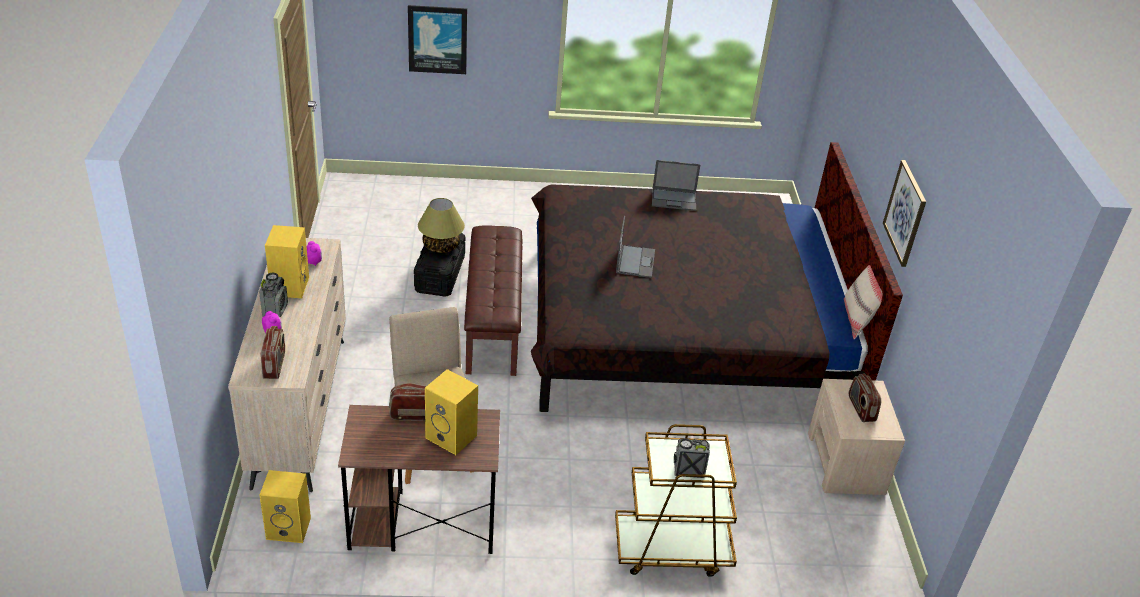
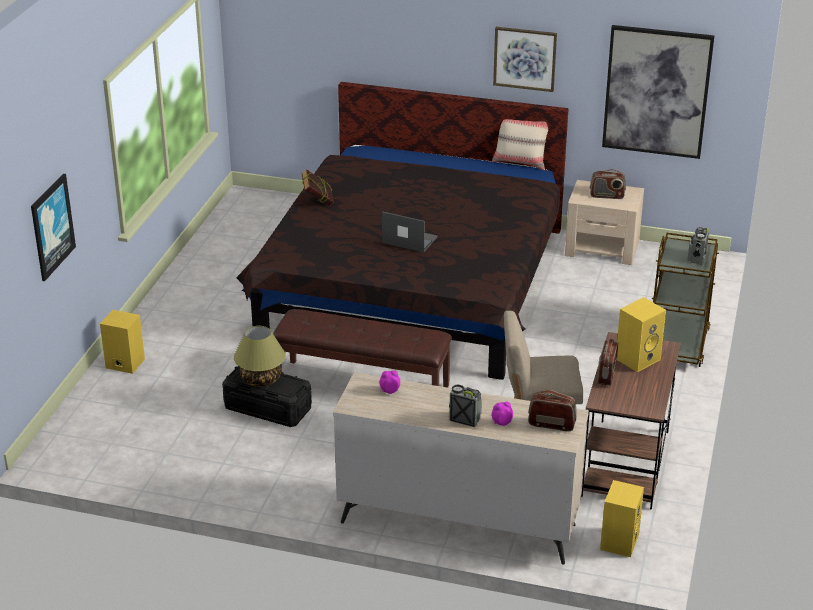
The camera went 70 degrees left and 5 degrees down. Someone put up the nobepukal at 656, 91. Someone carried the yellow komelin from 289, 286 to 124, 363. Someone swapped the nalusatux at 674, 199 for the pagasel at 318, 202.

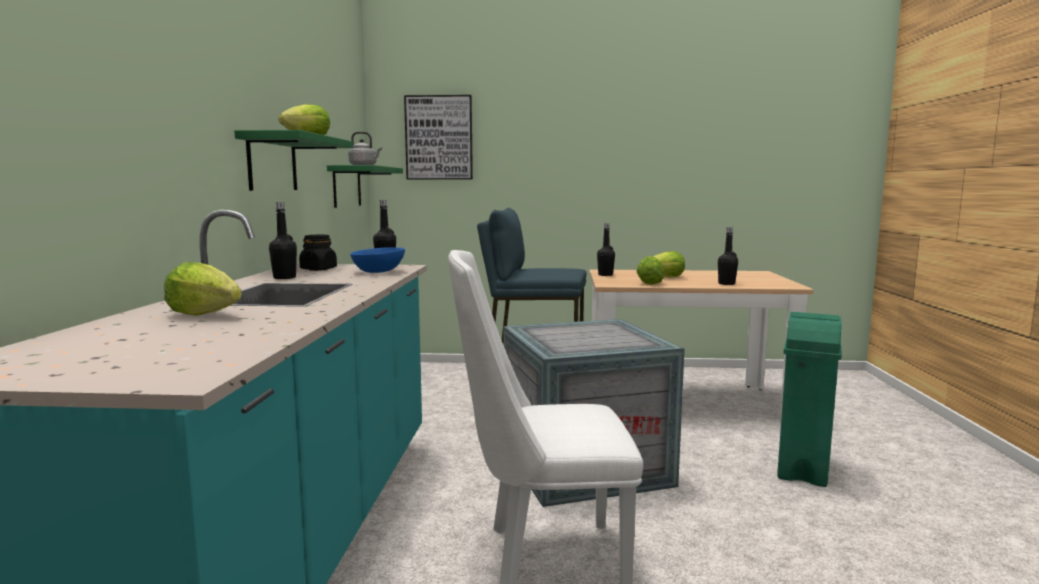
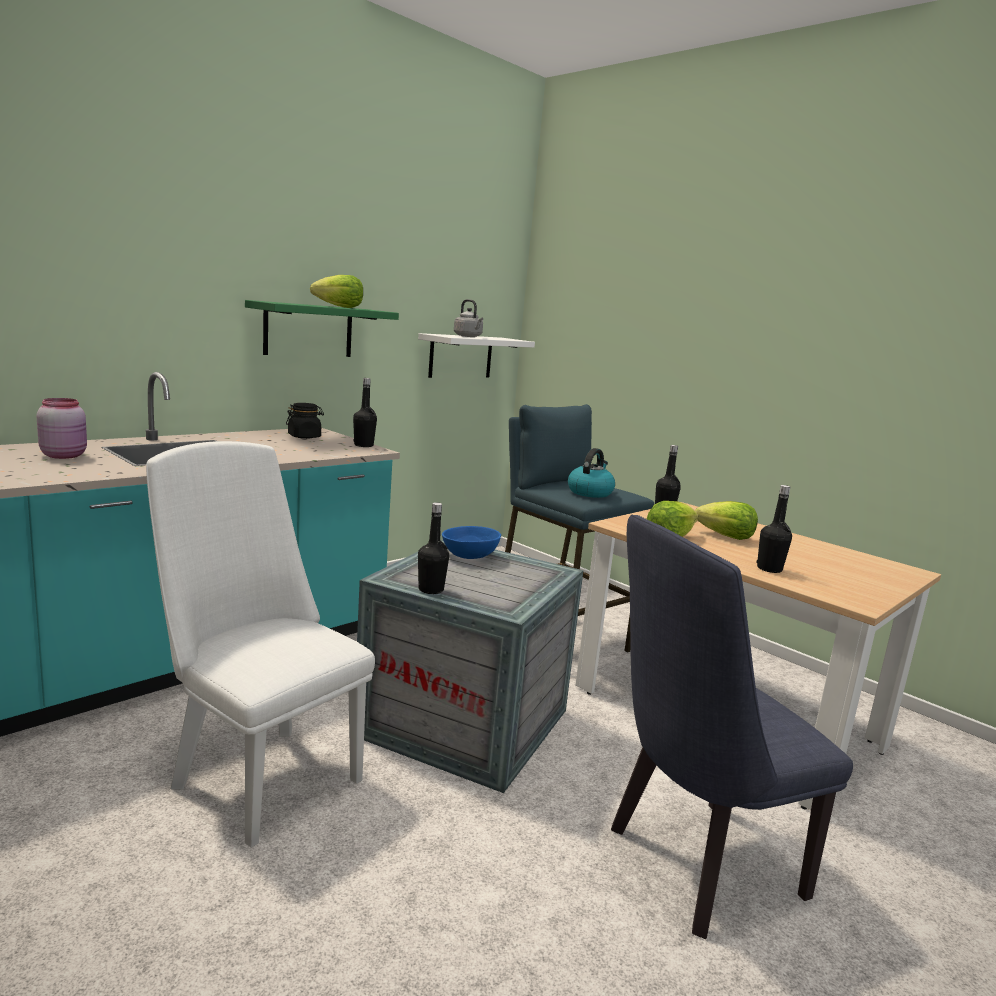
The camera went 40 degrees right and 5 degrees up. Someone took away the nobepukal at 439, 138. Someone put down the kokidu at 590, 492. Someone carried the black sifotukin from 284, 278 to 431, 589. Someone carried the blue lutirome from 379, 272 to 471, 556. Someone swapped the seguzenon at 204, 314 for the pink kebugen at 65, 455. Someone swapped the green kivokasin at 802, 469 for the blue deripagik at 692, 866. Someone repainted the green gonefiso at 347, 186, which became the white gonefiso at 461, 356.

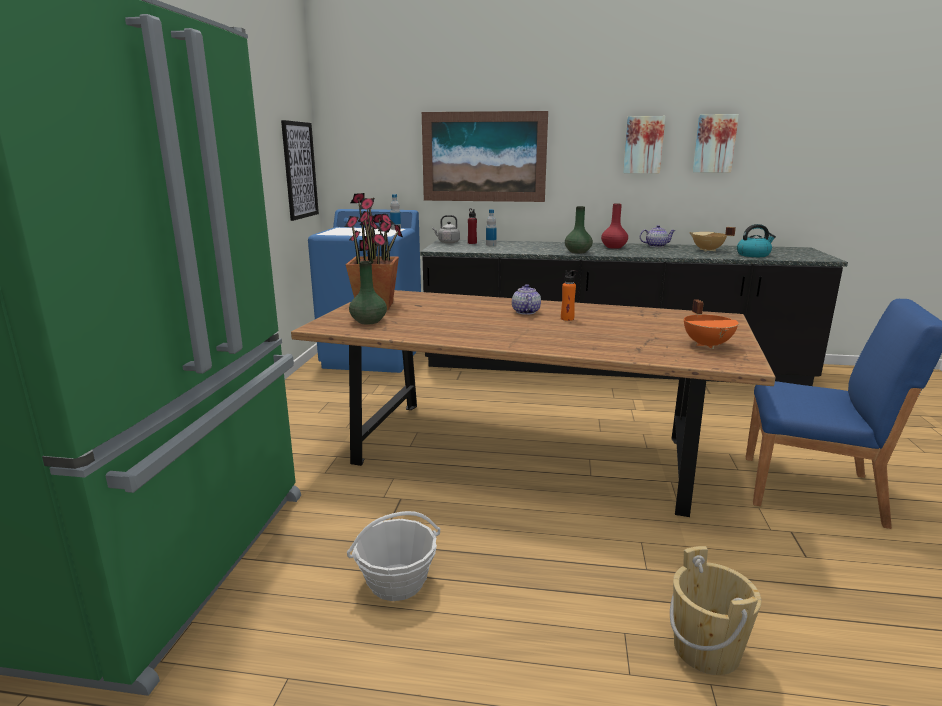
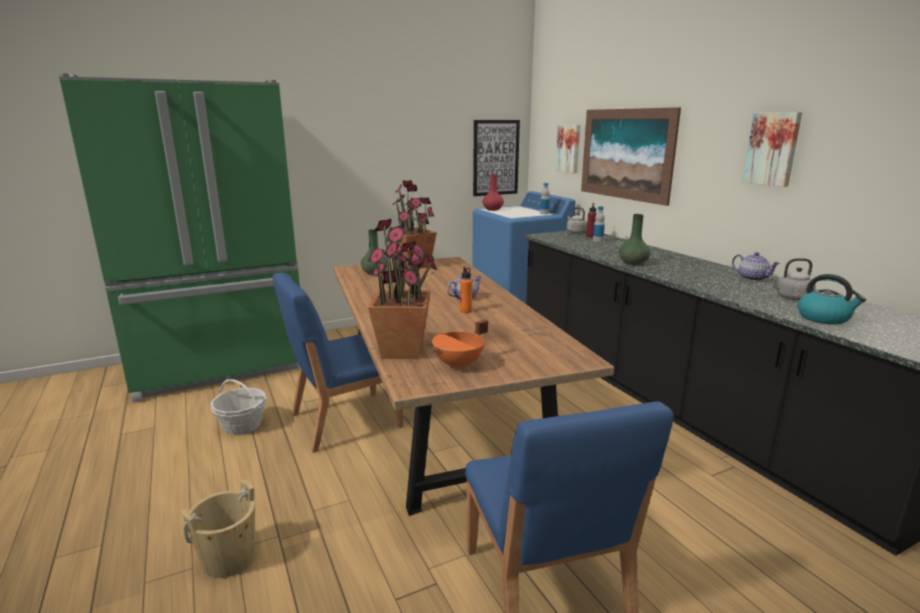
The camera went 55 degrees right and 0 degrees up. Someone put down the blue deripagik at 344, 420. Someone put down the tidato at 403, 351. Someone carried the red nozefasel from 613, 247 to 492, 209. Someone carried the nobepukal from 714, 143 to 569, 148. Someone swapped the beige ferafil at 707, 250 for the grey kokidu at 791, 297.

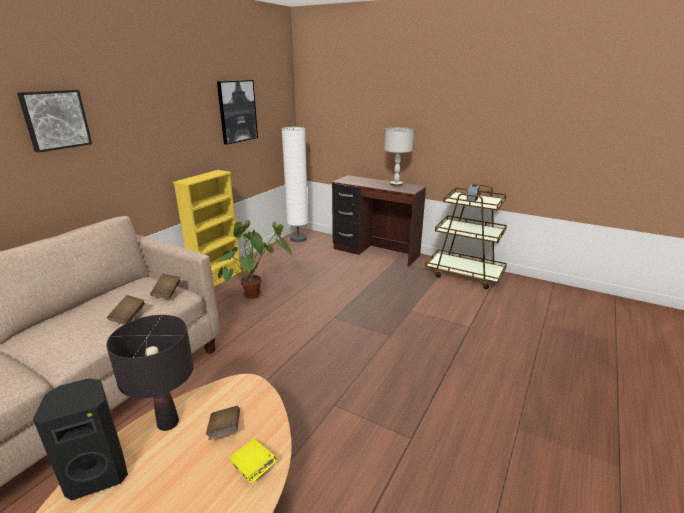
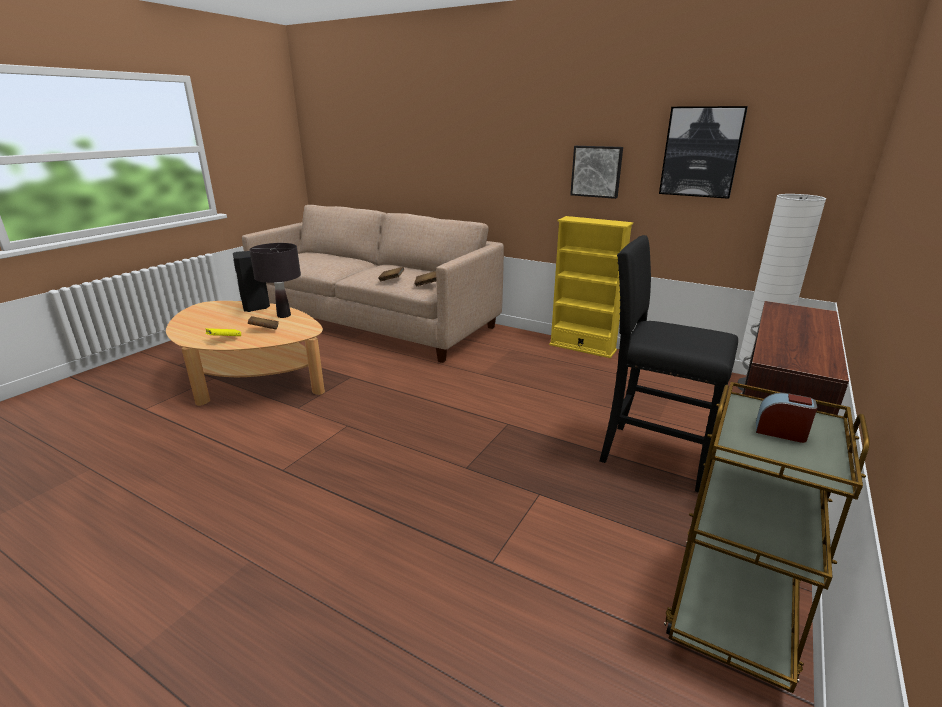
The camera went 90 degrees right and 0 degrees up. Someone took away the tidato at 255, 290. Someone took away the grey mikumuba at 396, 184. Someone put down the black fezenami at 652, 455. Someone carried the nobepukal from 55, 120 to 596, 171.

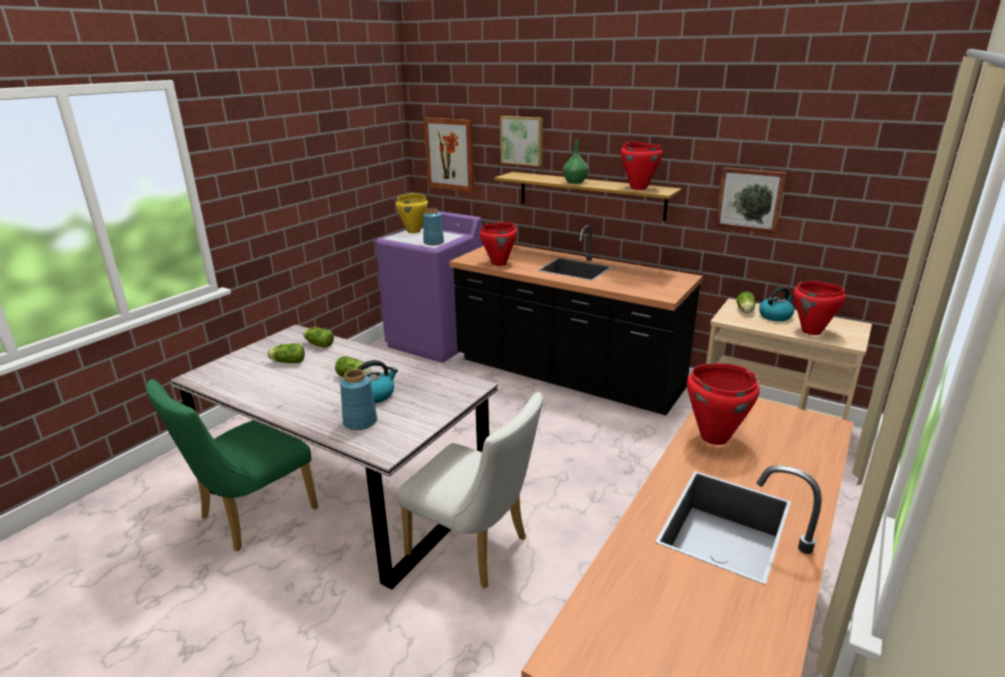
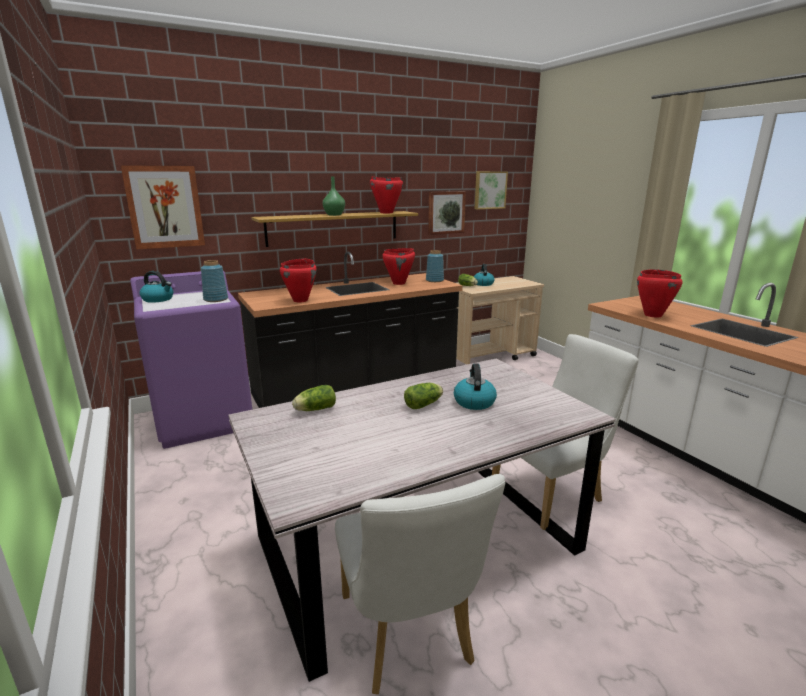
The camera went 60 degrees left and 5 degrees down. Someone took away the seguzenon at 287, 362. Someone carried the blue nozefasel from 360, 422 to 434, 280. Someone carried the nobepukal from 522, 140 to 489, 190. Someone carried the red ferafil from 811, 331 to 399, 283. Someone swapped the yellow ferafil at 414, 231 for the kokidu at 158, 299. Someone repainted the green deripagik at 251, 516, which became the white deripagik at 409, 637.

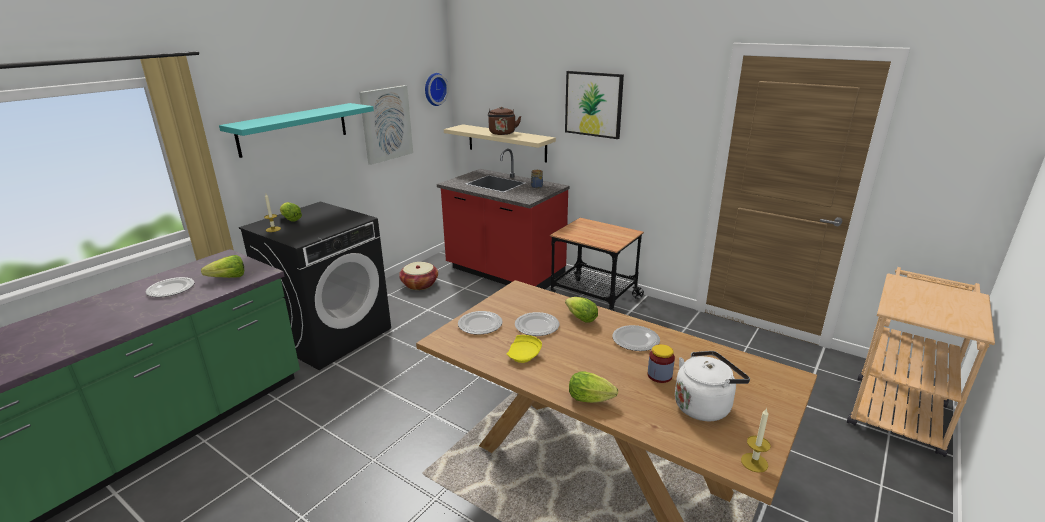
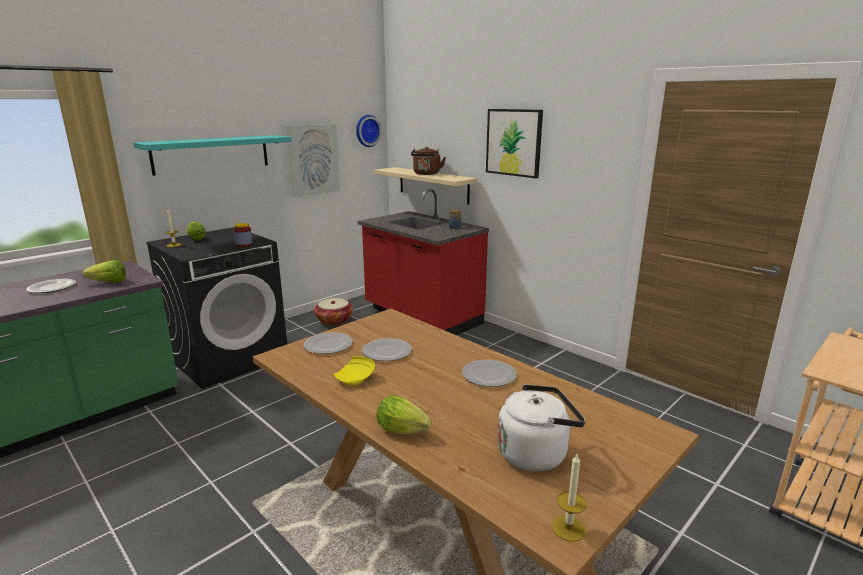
The camera went 10 degrees right and 5 degrees down. Someone took away the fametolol at 593, 299. Someone took away the seguzenon at 579, 318. Someone carried the kebugen from 659, 375 to 244, 244.

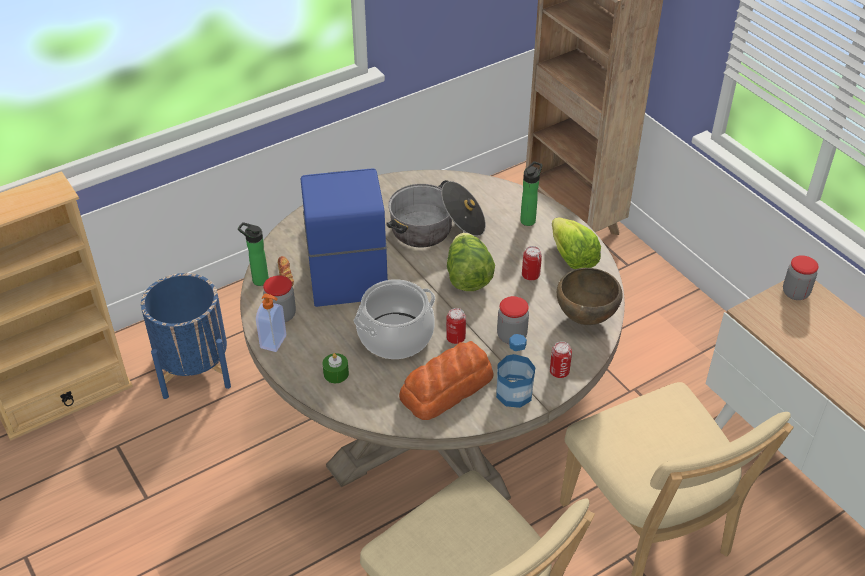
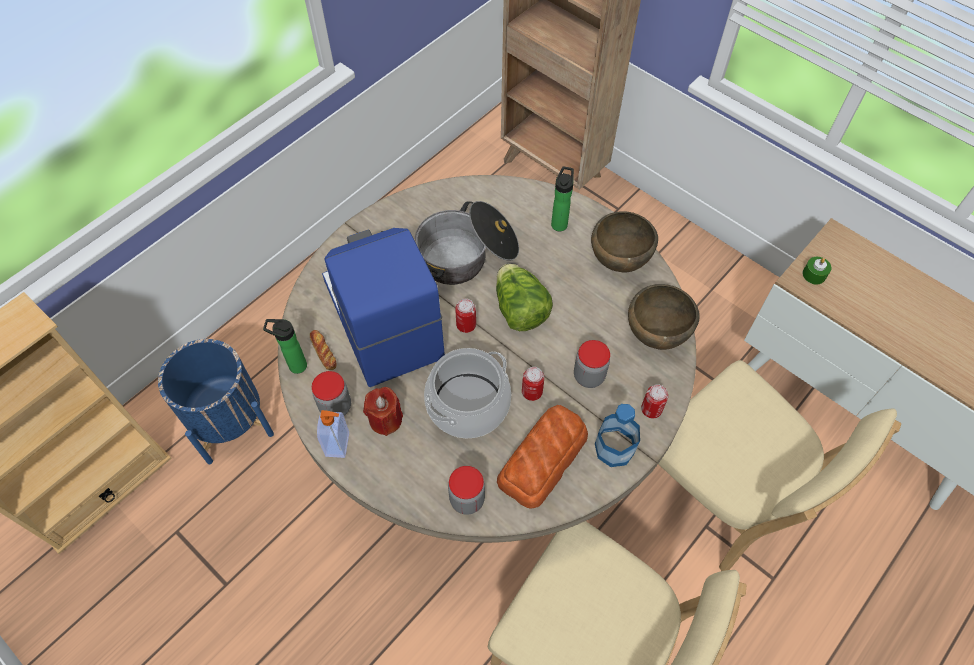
The camera went 15 degrees left and 15 degrees up. Someone put down the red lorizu at 385, 419. Someone carried the green lorizu from 336, 373 to 814, 274. Someone carried the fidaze from 530, 275 to 466, 325. Someone carried the kebugen from 795, 293 to 467, 499. Someone swapped the seguzenon at 572, 258 for the brown lutirome at 618, 262.

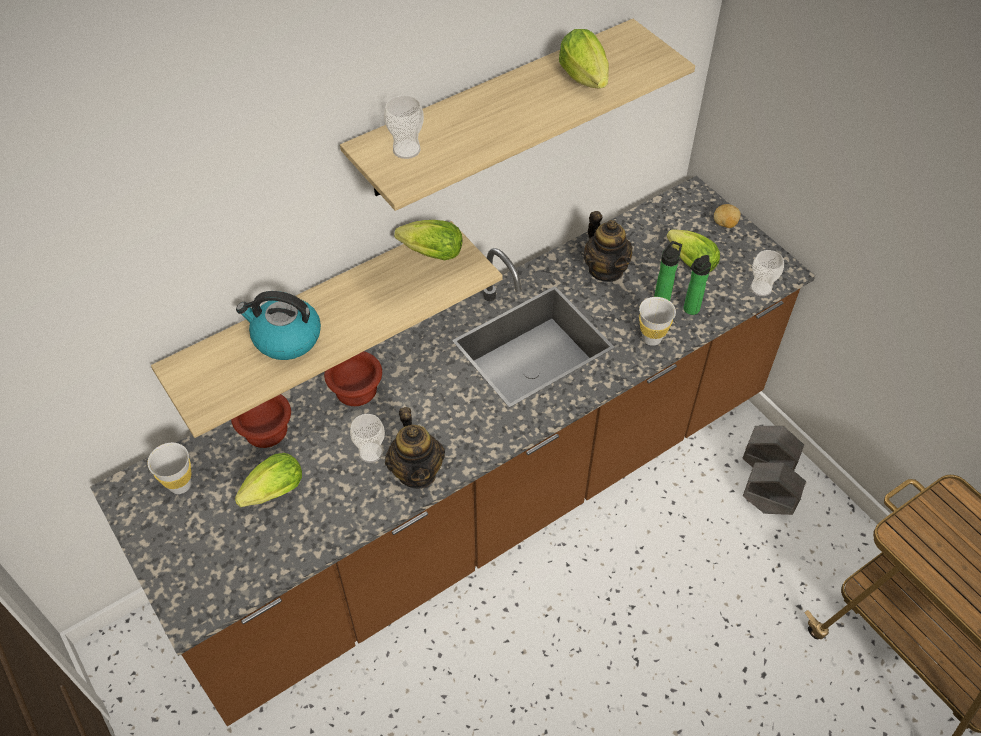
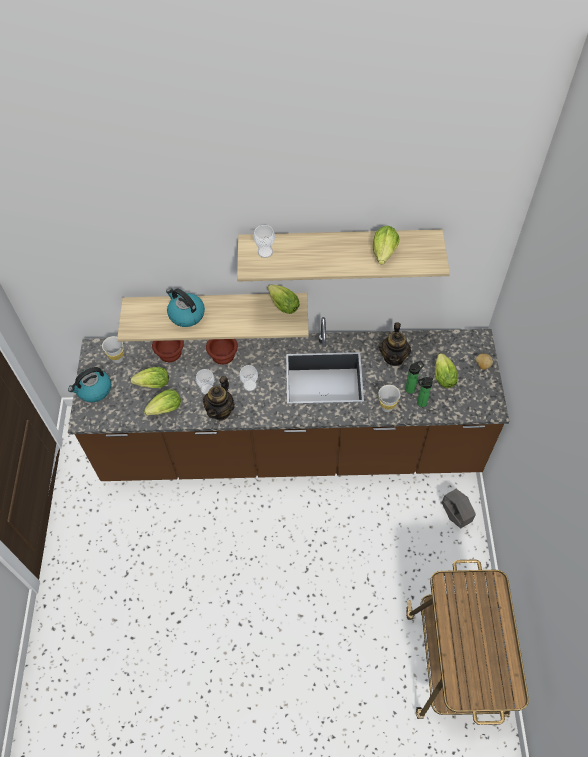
The camera went 35 degrees right and 5 degrees up. Someone took away the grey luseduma at 767, 504. Someone put down the kokidu at 94, 390. Someone put down the seguzenon at 163, 410. Someone carried the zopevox from 761, 288 to 250, 385.

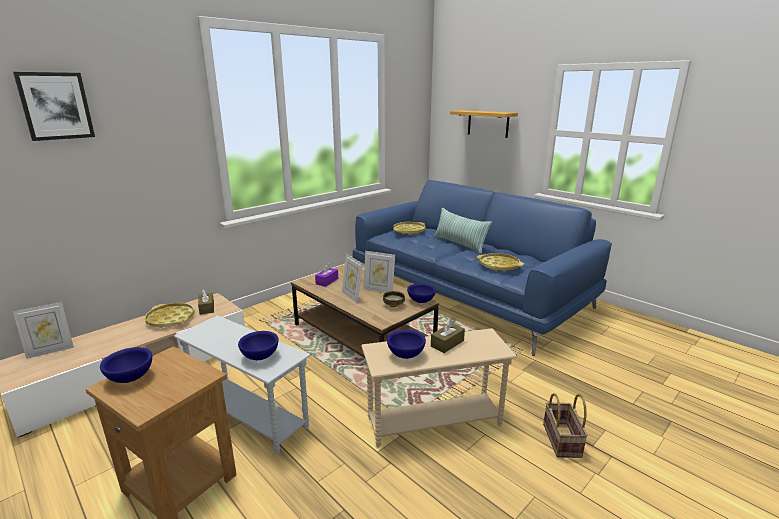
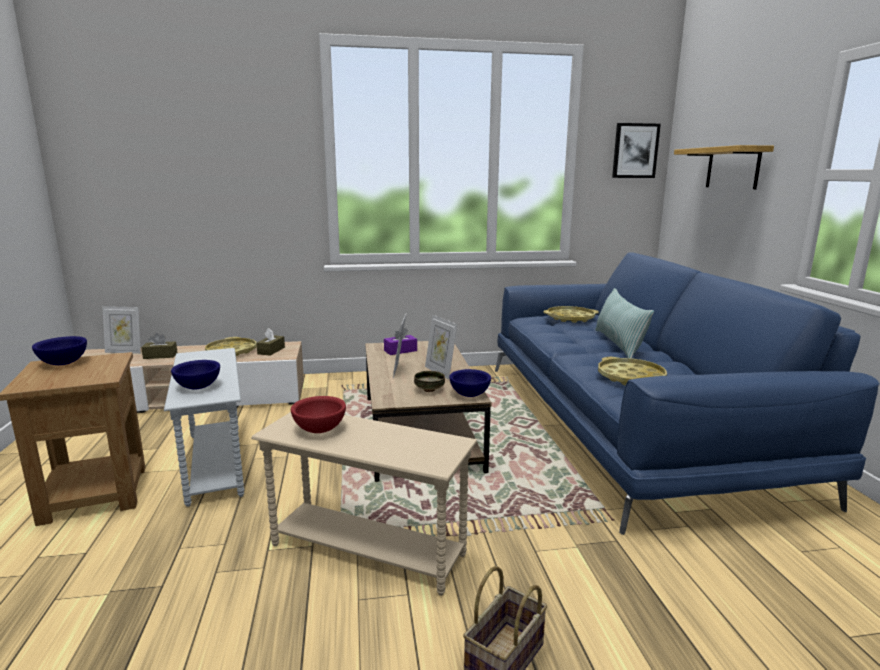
The camera went 35 degrees right and 5 degrees down. Someone carried the nobepukal from 55, 106 to 635, 151. Someone carried the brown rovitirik from 447, 343 to 160, 356. Someone repainted the blue lutirome at 406, 354, which became the red lutirome at 320, 430.

